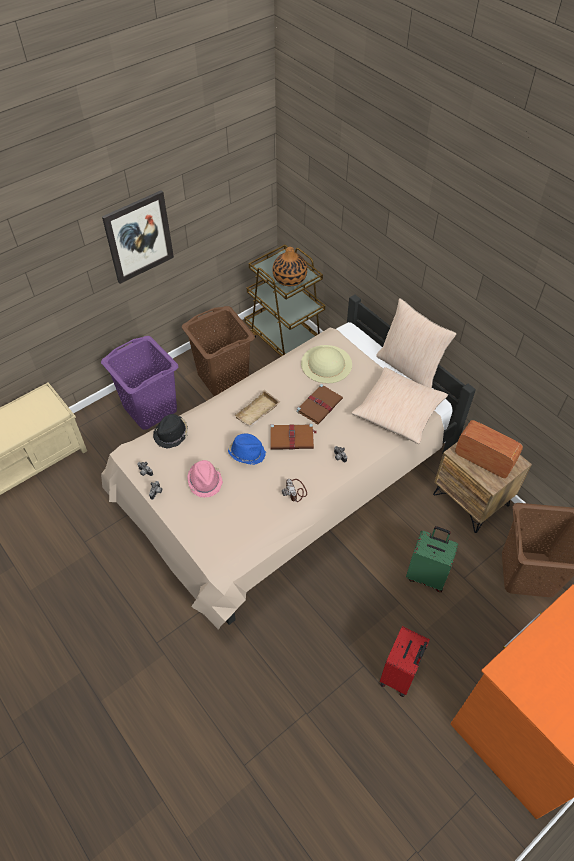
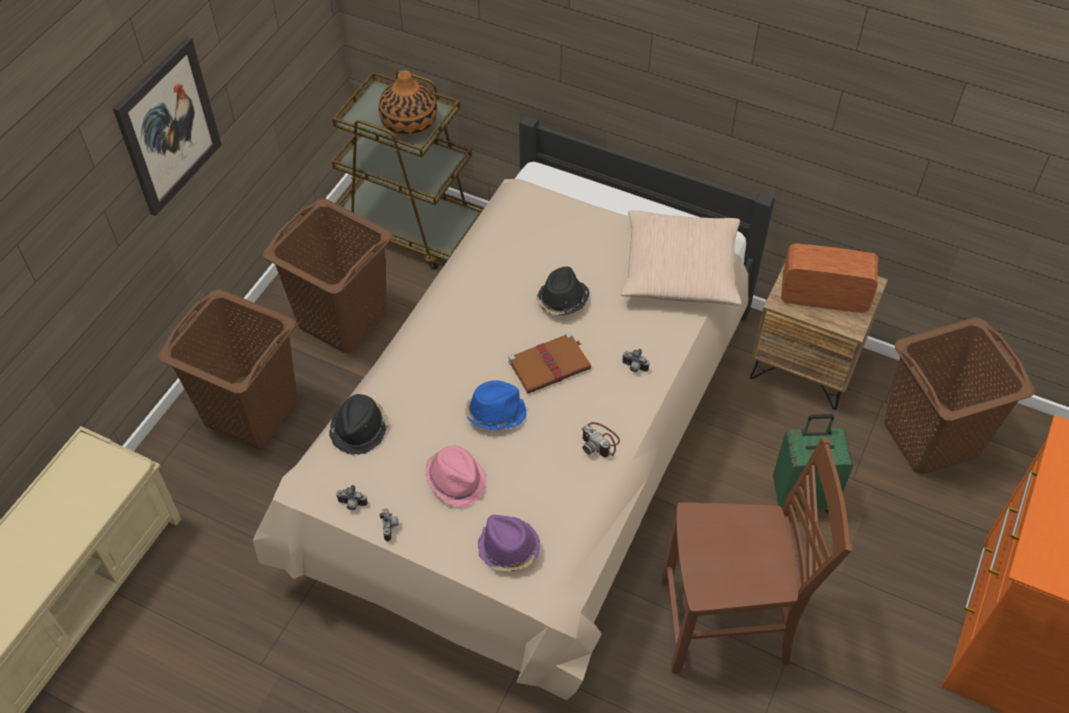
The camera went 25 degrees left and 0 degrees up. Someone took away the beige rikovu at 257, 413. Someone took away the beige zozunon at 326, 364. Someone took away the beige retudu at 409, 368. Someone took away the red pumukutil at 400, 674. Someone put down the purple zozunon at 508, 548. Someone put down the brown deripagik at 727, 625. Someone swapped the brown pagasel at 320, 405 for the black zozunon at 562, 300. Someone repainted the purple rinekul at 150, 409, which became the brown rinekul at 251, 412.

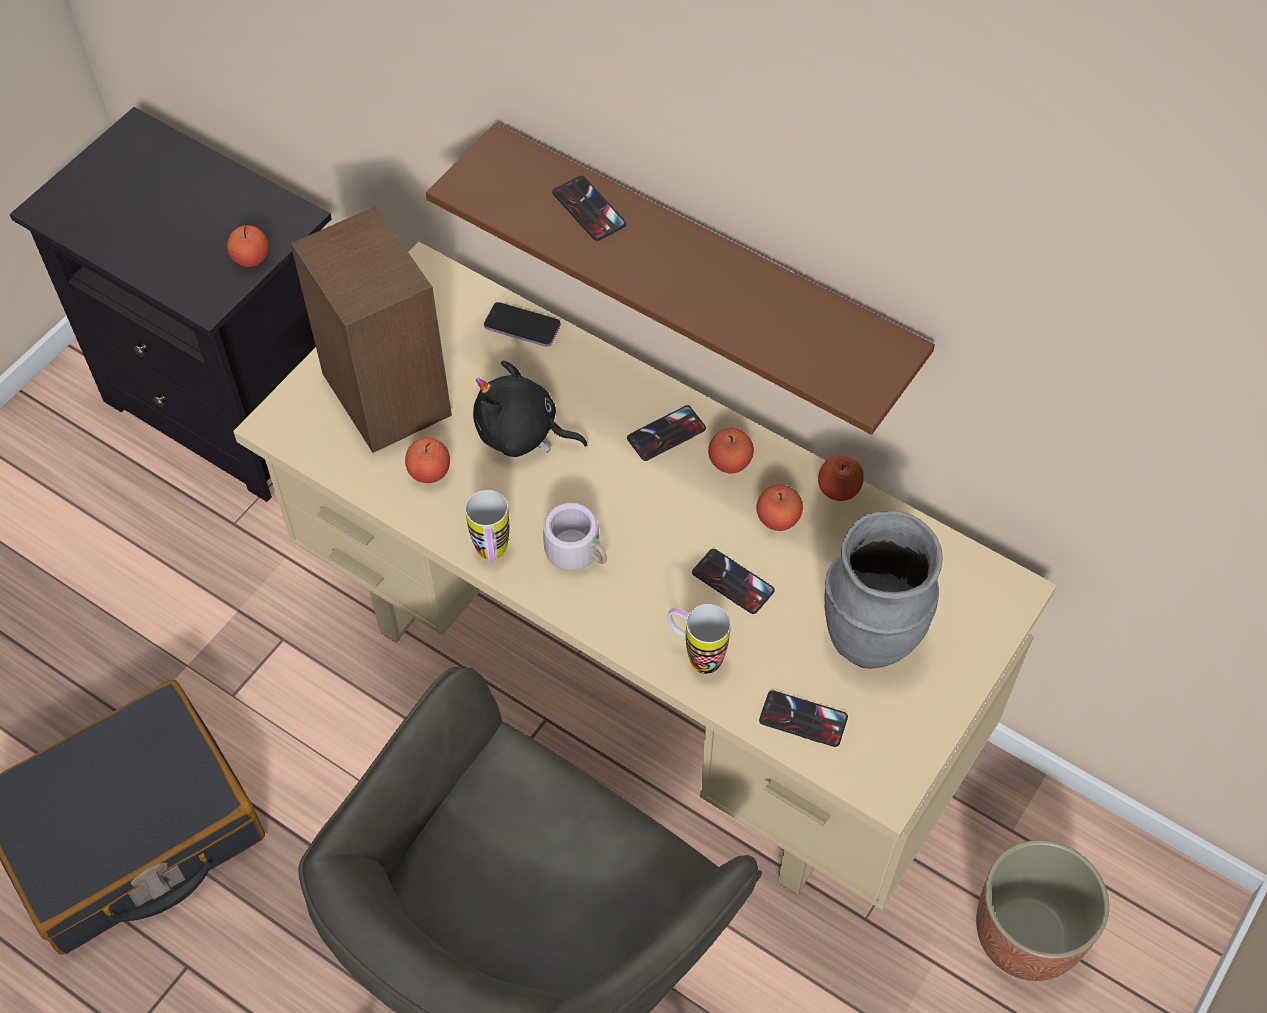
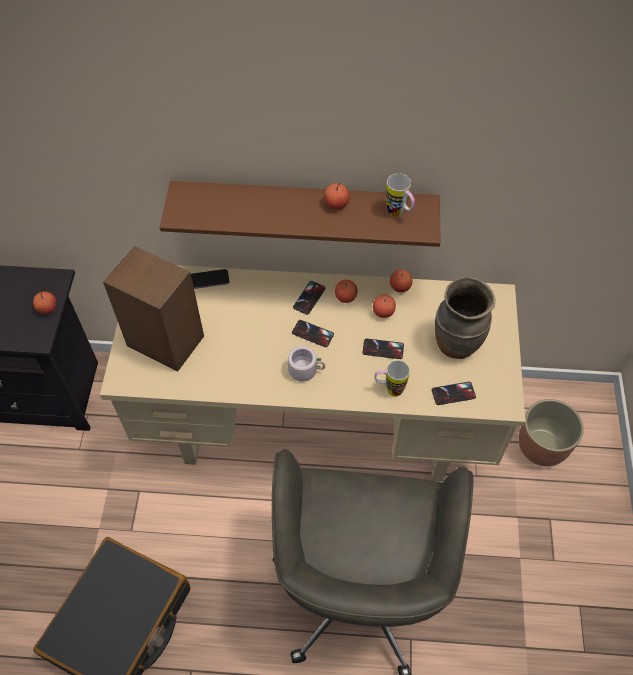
The camera went 30 degrees left and 0 degrees up. Someone took away the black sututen at 522, 433. Someone carried the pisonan from 429, 471 to 336, 204. Someone carried the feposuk from 492, 556 to 399, 214. Someone carried the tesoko from 588, 209 to 312, 334. Someone repainted the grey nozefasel at 870, 635, which became the brown nozefasel at 456, 343.

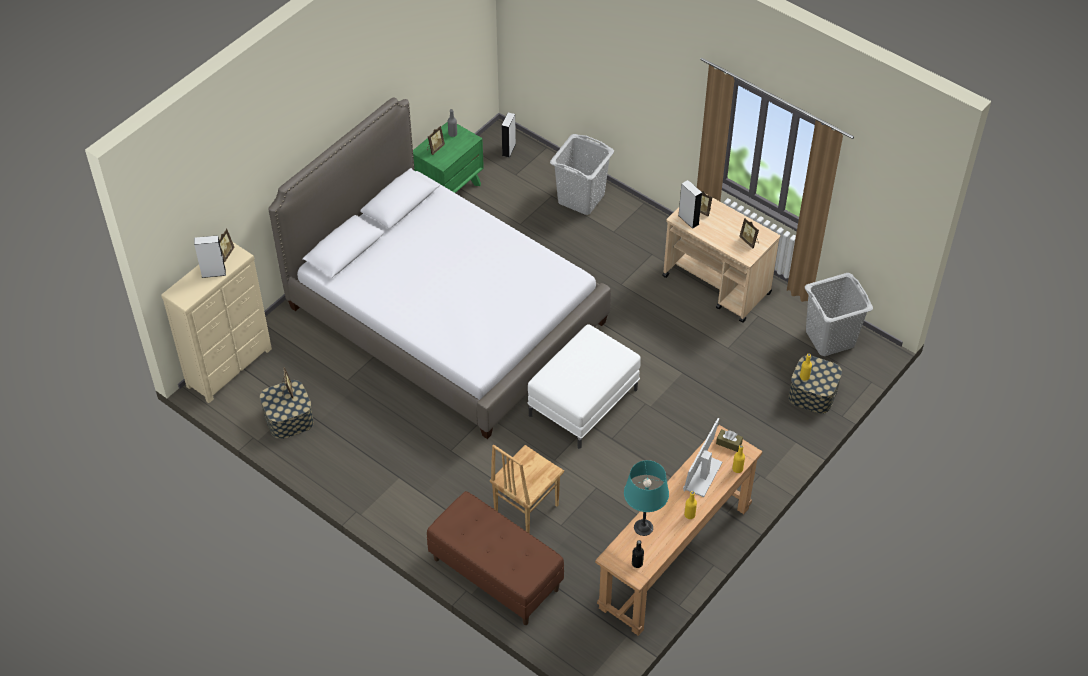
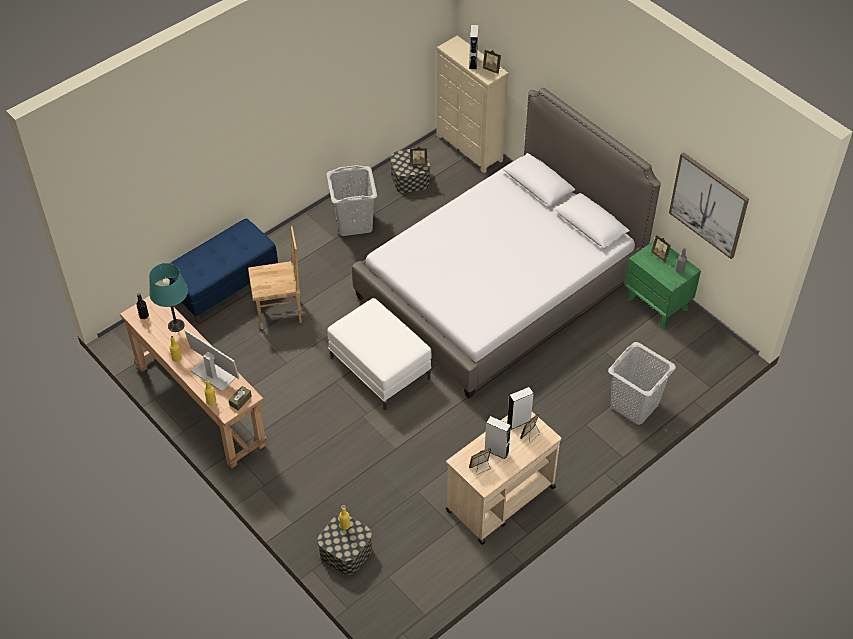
The camera went 100 degrees right and 0 degrees up. Someone put up the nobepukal at 708, 205. Someone carried the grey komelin from 509, 149 to 496, 451. Someone carried the grey rinekul from 829, 338 to 354, 222. Someone repainted the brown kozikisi at 495, 574, which became the blue kozikisi at 225, 286. Someone rotated the brown deripagik at 525, 509 by 120 degrees clockwise.

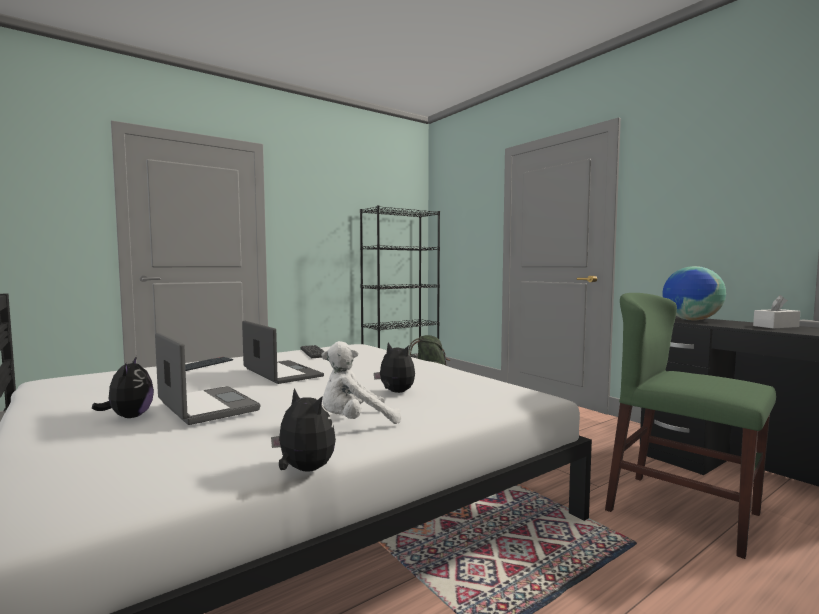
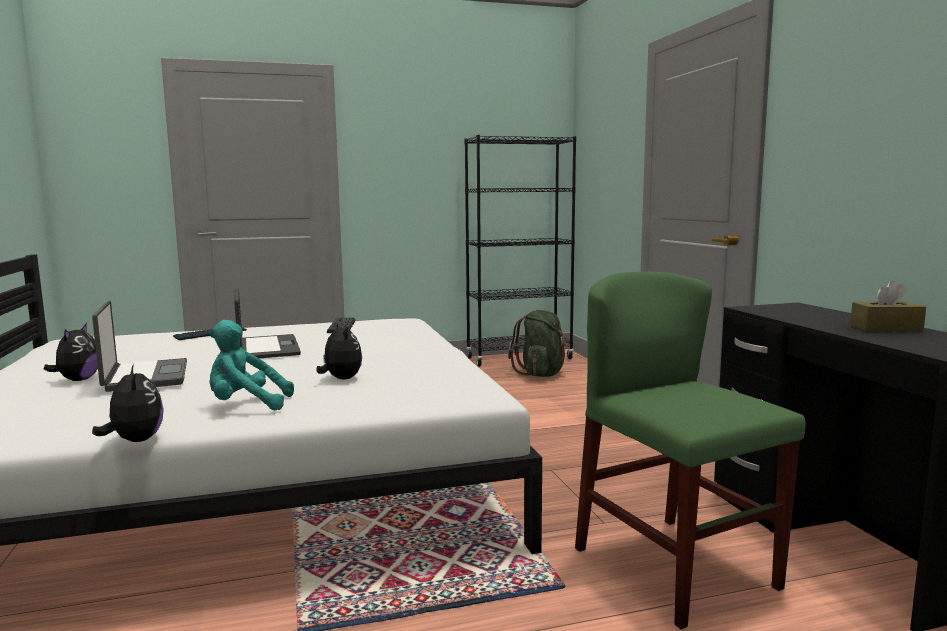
The camera went 20 degrees right and 5 degrees up. Someone took away the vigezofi at 691, 320. Someone repainted the white sututen at 355, 423, which became the turquoise sututen at 246, 405. Someone repainted the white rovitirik at 776, 326, which became the brown rovitirik at 886, 328.

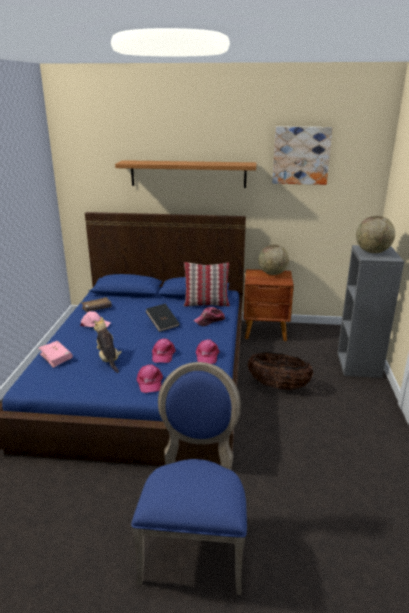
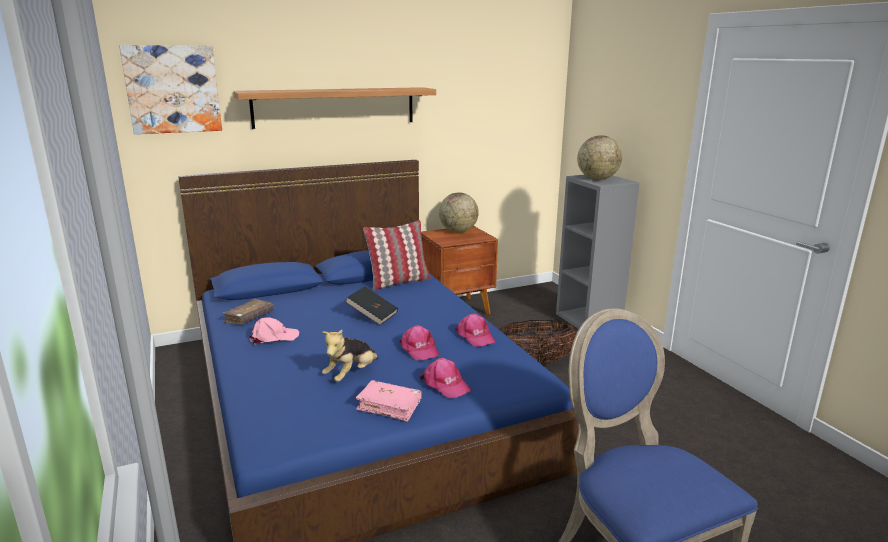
The camera went 30 degrees left and 5 degrees down. Someone took away the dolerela at 209, 320. Someone carried the pink pagasel from 56, 357 to 389, 406. Someone carried the nobepukal from 301, 155 to 173, 89. Someone rotated the sututen at 108, 359 by 90 degrees counterclockwise.

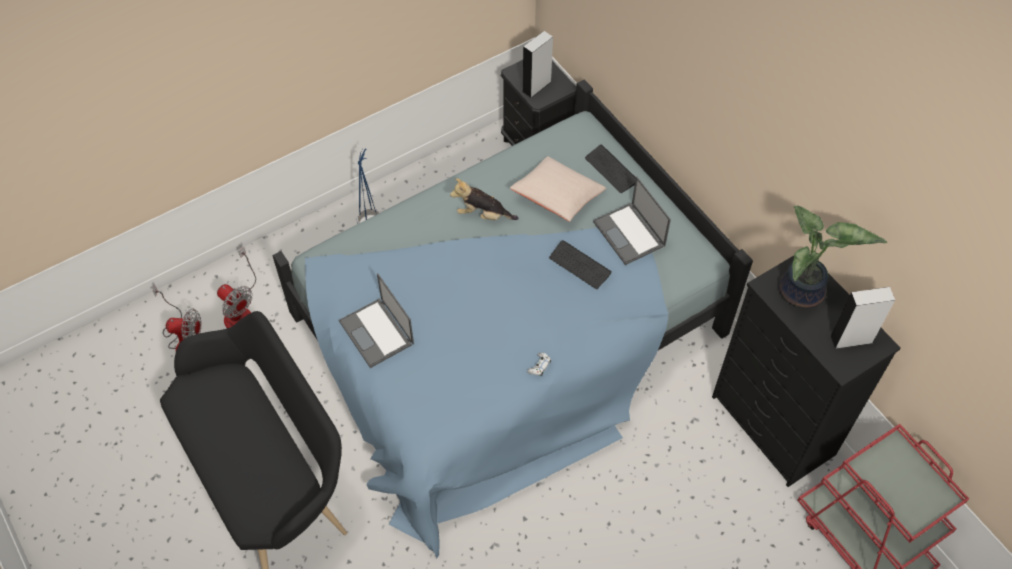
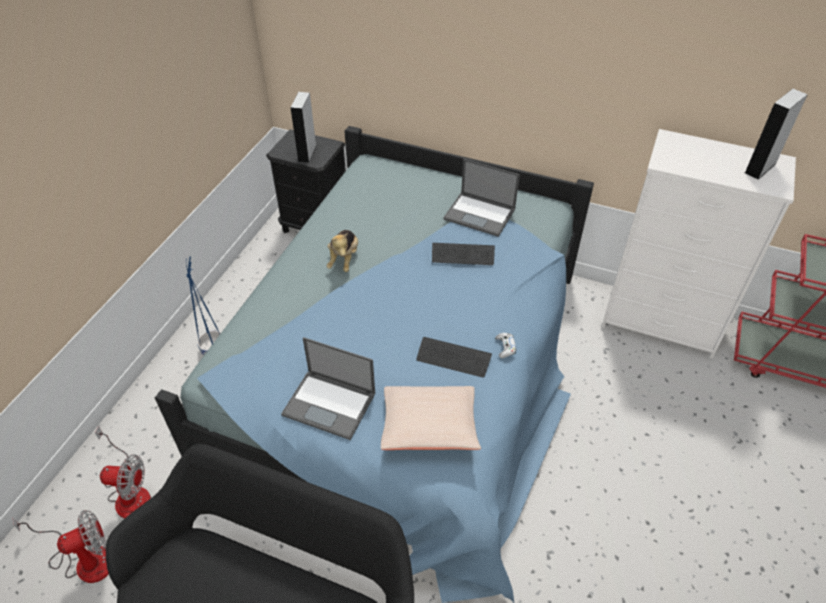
The camera went 35 degrees left and 10 degrees down. Someone took away the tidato at 802, 294. Someone carried the beige retudu from 557, 197 to 429, 427. Someone carried the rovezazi from 611, 170 to 453, 358. Someone repainted the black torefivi at 773, 427, which became the white torefivi at 661, 323. Someone rotated the sututen at 483, 215 by 60 degrees counterclockwise.

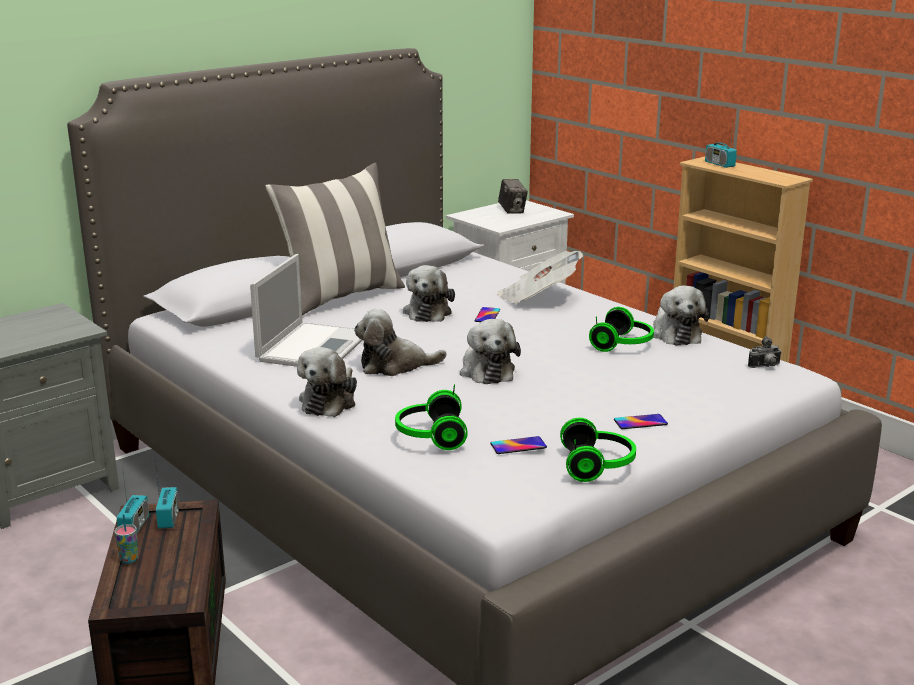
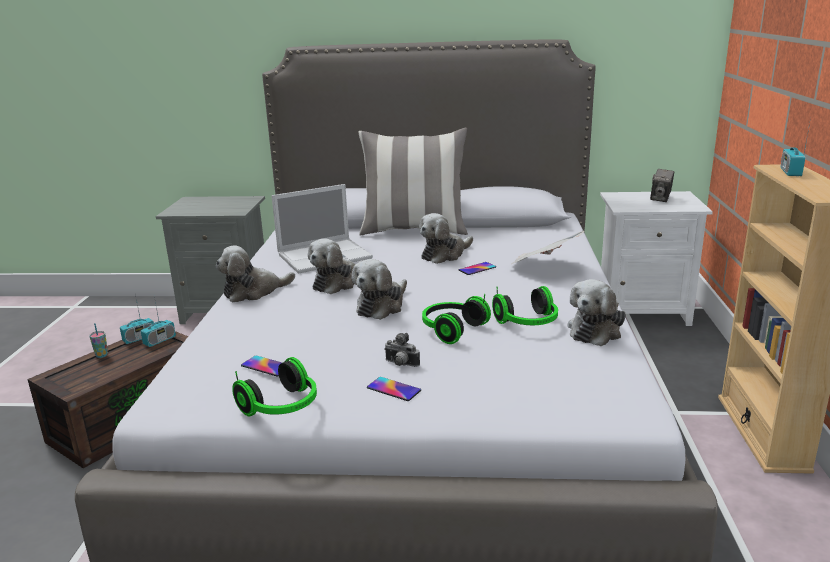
The camera went 45 degrees right and 0 degrees up. Someone carried the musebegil from 430, 436 to 451, 329. Someone carried the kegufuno from 765, 367 to 400, 364. Someone rotated the sututen at 394, 366 by 90 degrees counterclockwise.

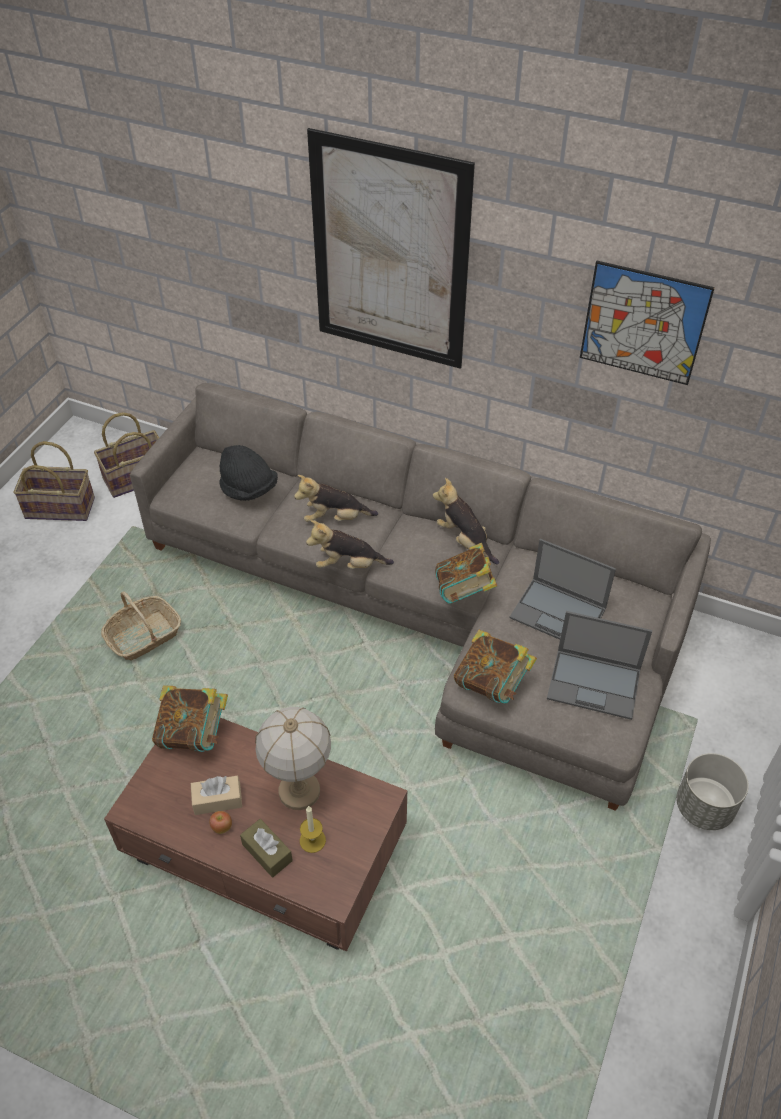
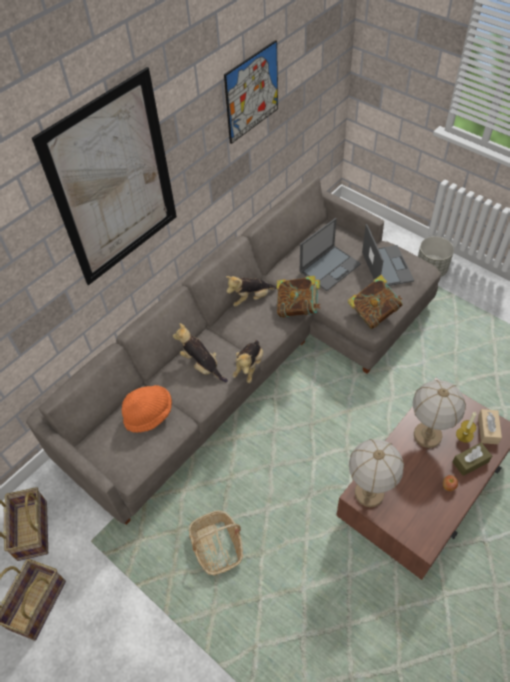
The camera went 70 degrees left and 5 degrees up. Someone carried the beige rovitirik from 217, 800 to 487, 430. Someone swapped the pagasel at 194, 733 for the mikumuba at 368, 493. Someone repainted the black zozunon at 248, 489, which became the orange zozunon at 149, 414. Someone rotated the sututen at 335, 518 by 120 degrees clockwise. Someone rotated the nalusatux at 595, 684 by 45 degrees counterclockwise.

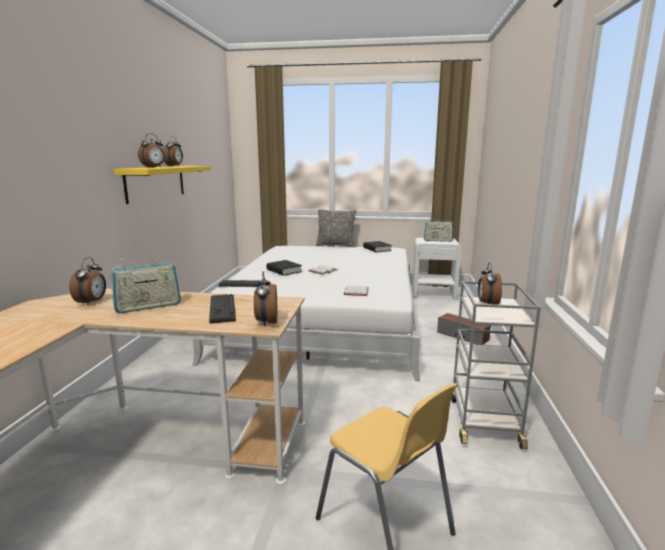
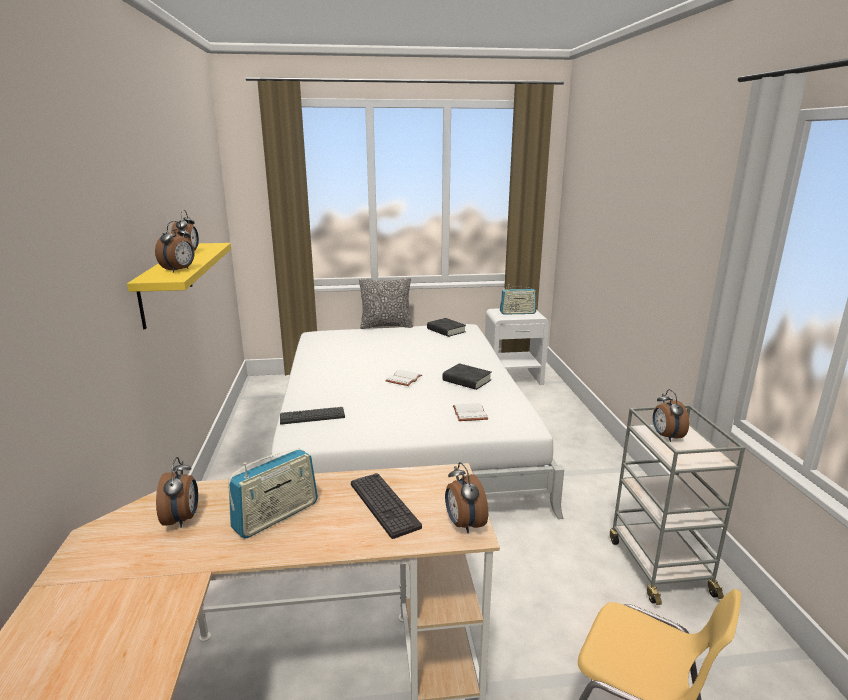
The camera went 15 degrees left and 5 degrees up. Someone took away the komelin at 463, 336. Someone carried the black pagasel from 284, 271 to 466, 380.

